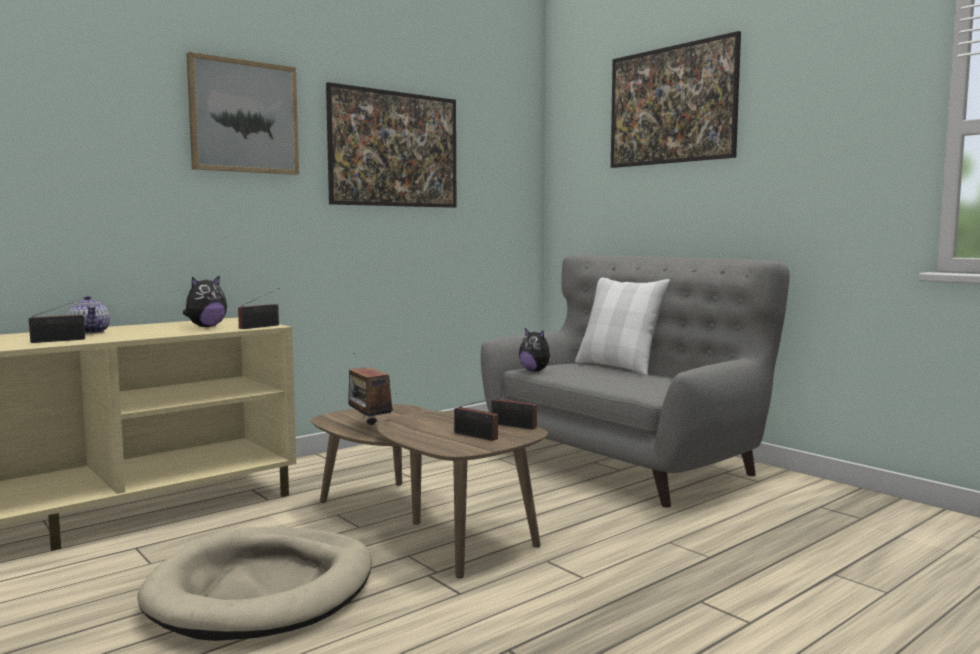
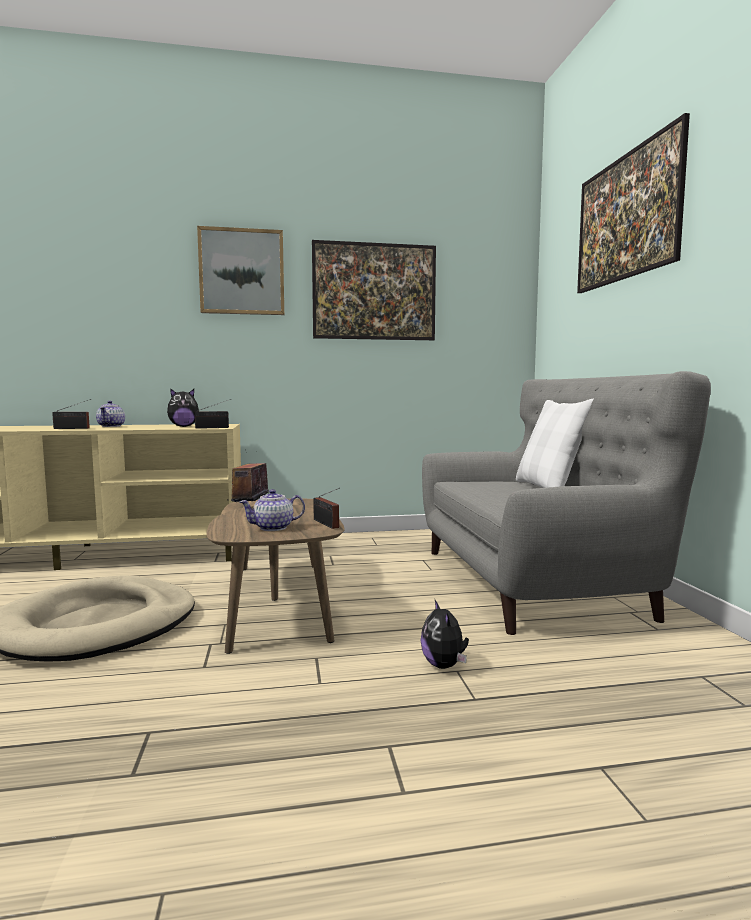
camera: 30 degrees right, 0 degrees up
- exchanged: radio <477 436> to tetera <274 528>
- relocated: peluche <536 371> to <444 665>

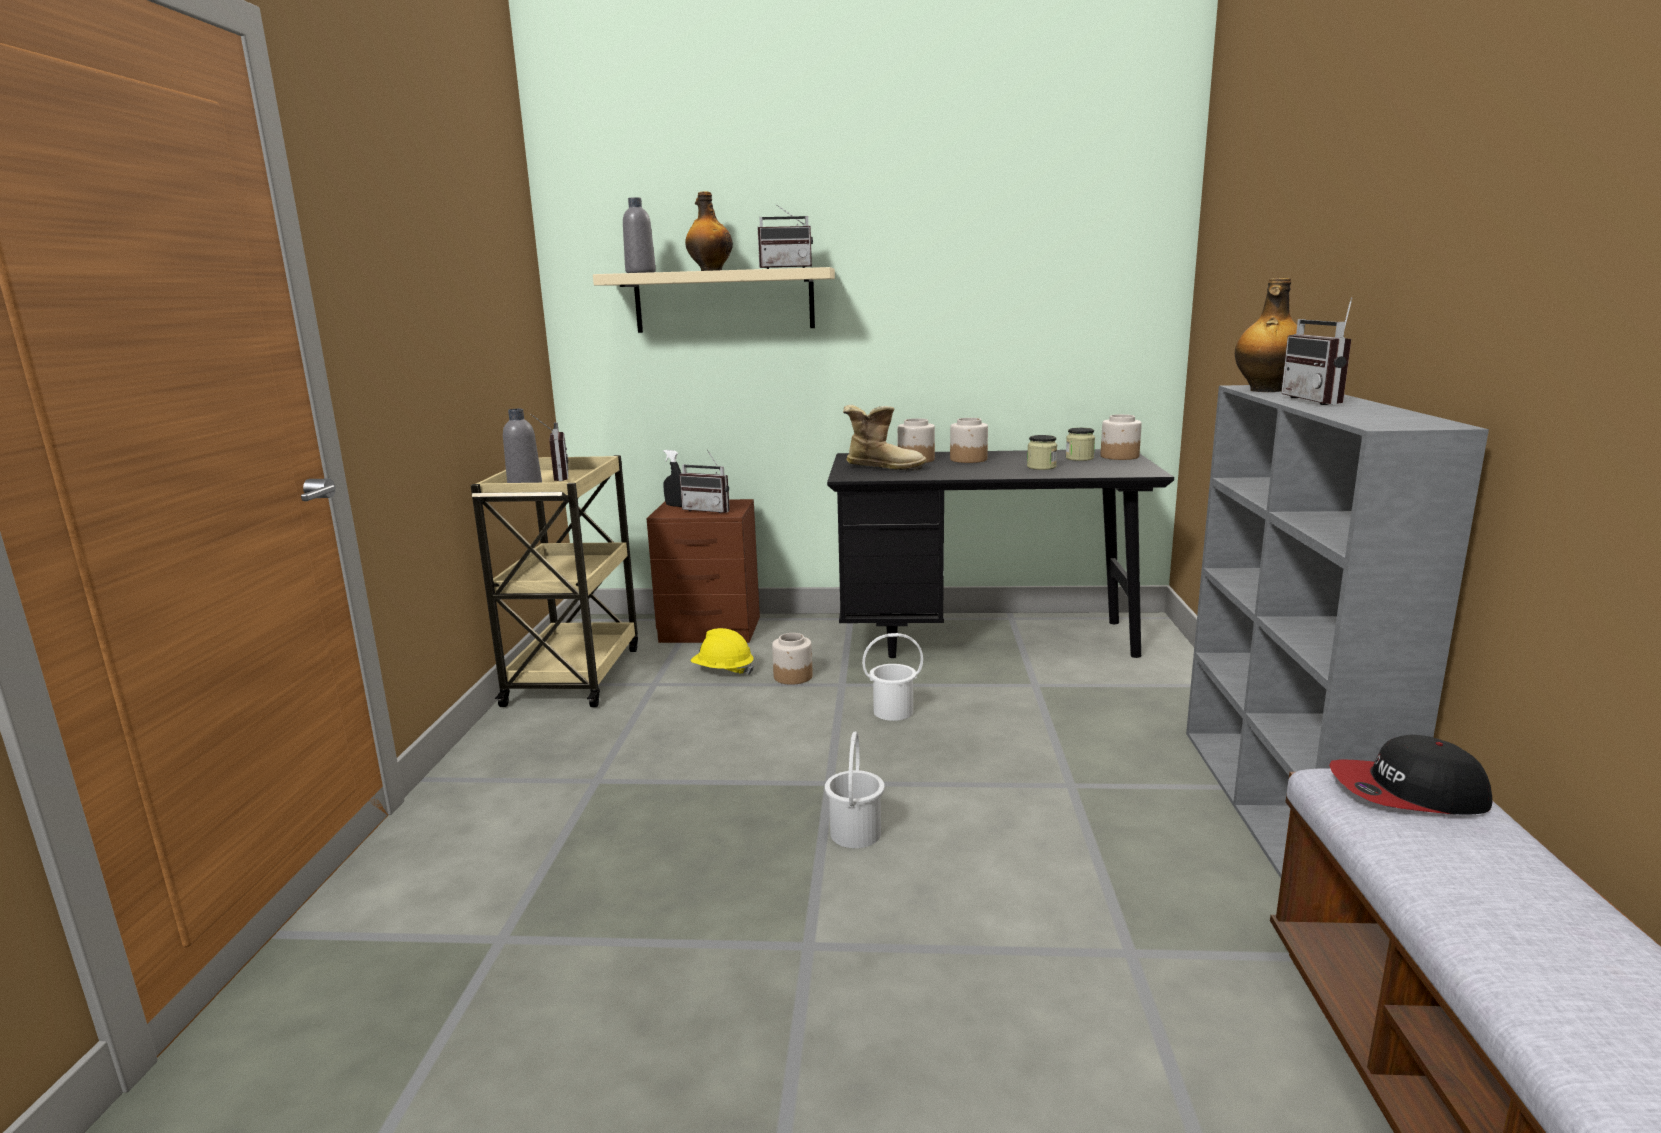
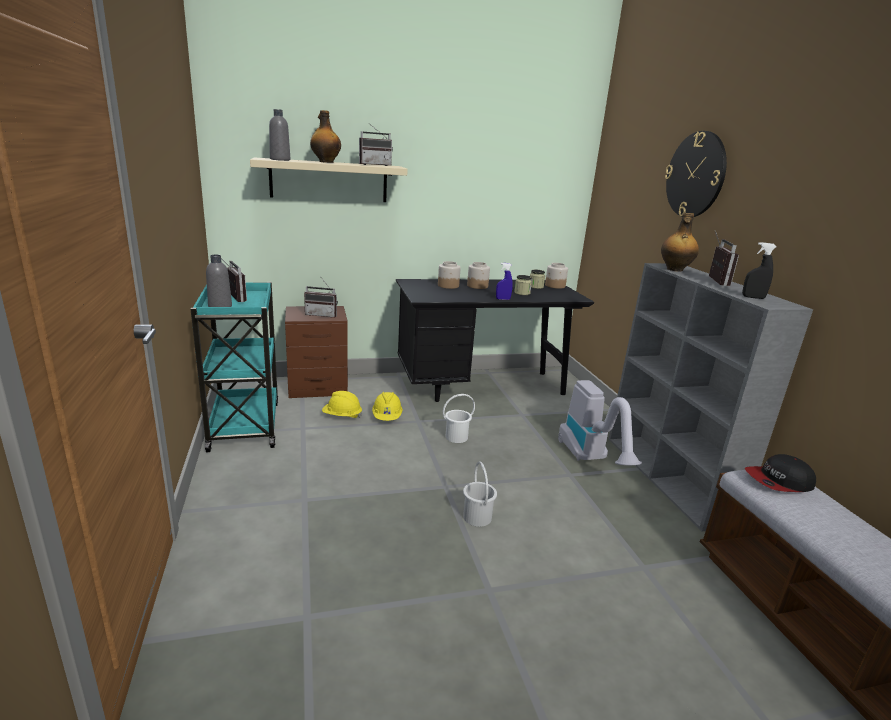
camera: 20 degrees left, 5 degrees up
- colour: carrito [beis] <574 674> to carrito [turquesa] <245 424>
- exchanged: tarro <793 676> to casco [amarillo] <387 417>
- appeared: pulverizador [azul] <503 299>
- appeared: aspiradora <591 460>
- appeared: reloj de pared <695 175>
- spun: radio <1321 401> = <713 281> 150 degrees counterclockwise
- relocated: pulverizador [negro] <675 506> to <753 297>
- missing: bota <883 467>

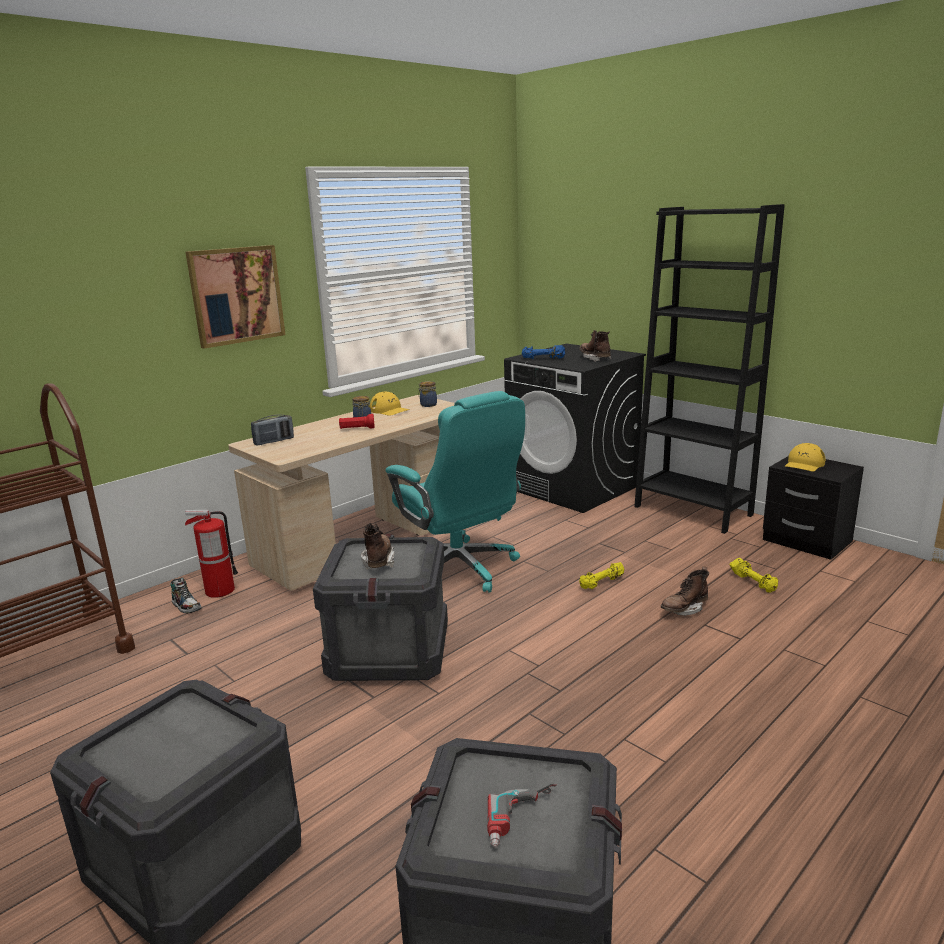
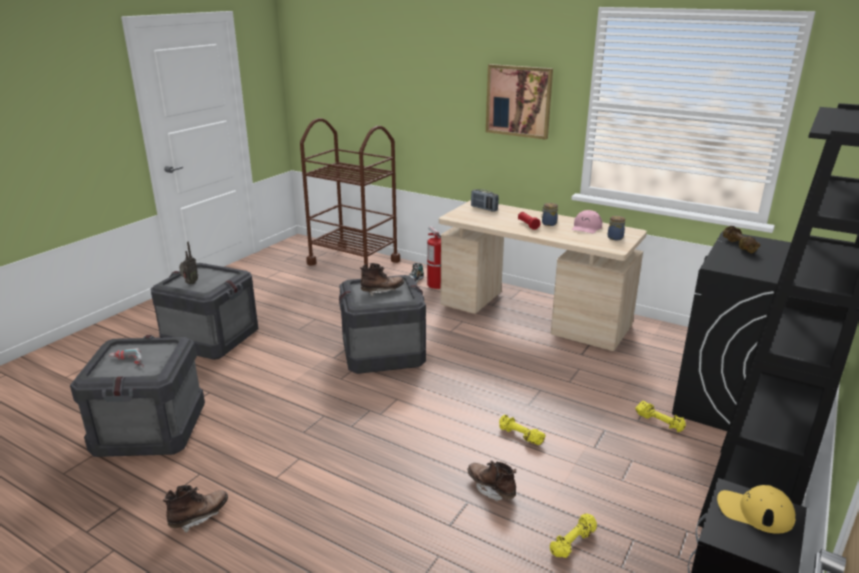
camera: 75 degrees right, 5 degrees up
- relocated: bota [marrón] <594 358> to <199 517>
- appeared: radio <190 283>
- colour: gorra [amarillo] <389 410> to gorra [rosa] <586 227>
- appeared: mancuerna [amarillo] <659 422>
- colour: mancuerna [azul] <543 359> to mancuerna [marrón] <738 246>
- missing: silla de oficina [turquesa] <460 568>

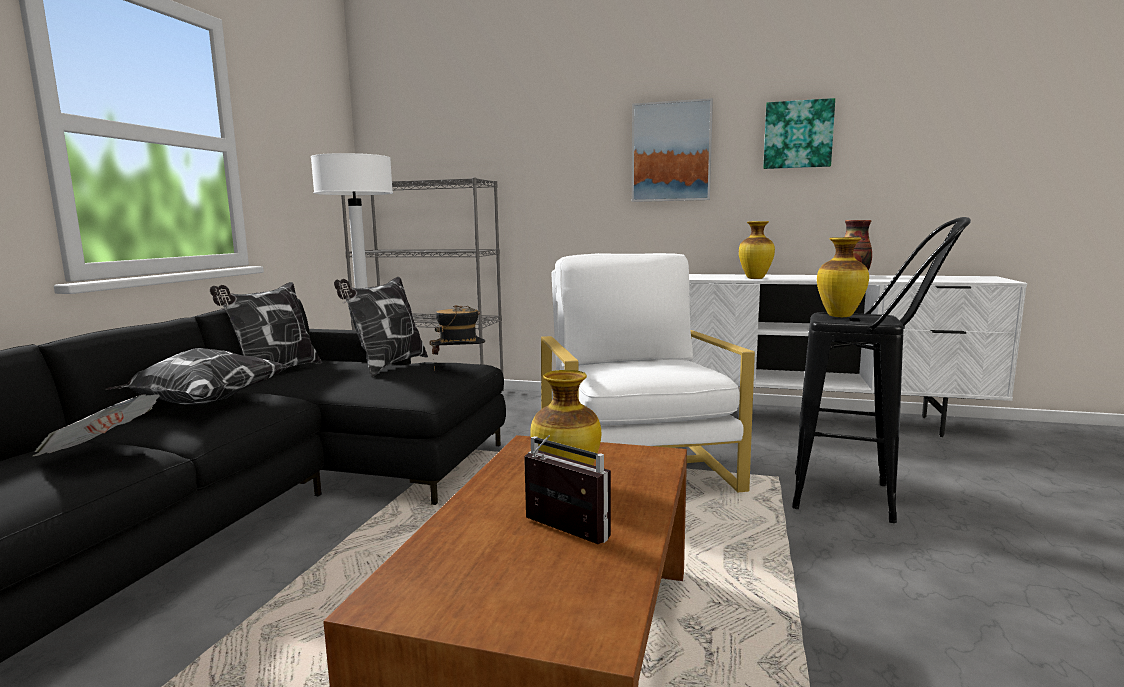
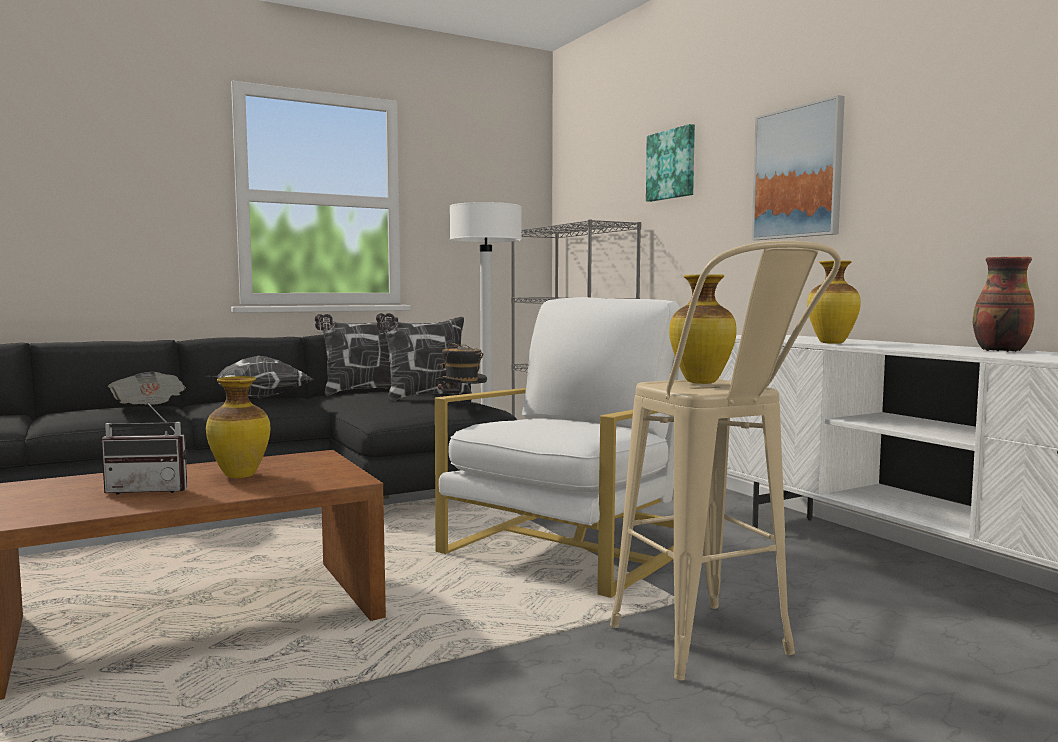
camera: 45 degrees right, 5 degrees down
- spun: radio <558 533> = <151 490> 90 degrees clockwise
- colour: taburete [negro] <862 499> to taburete [beis] <715 652>
- relocated: cuadro <798 135> to <672 164>

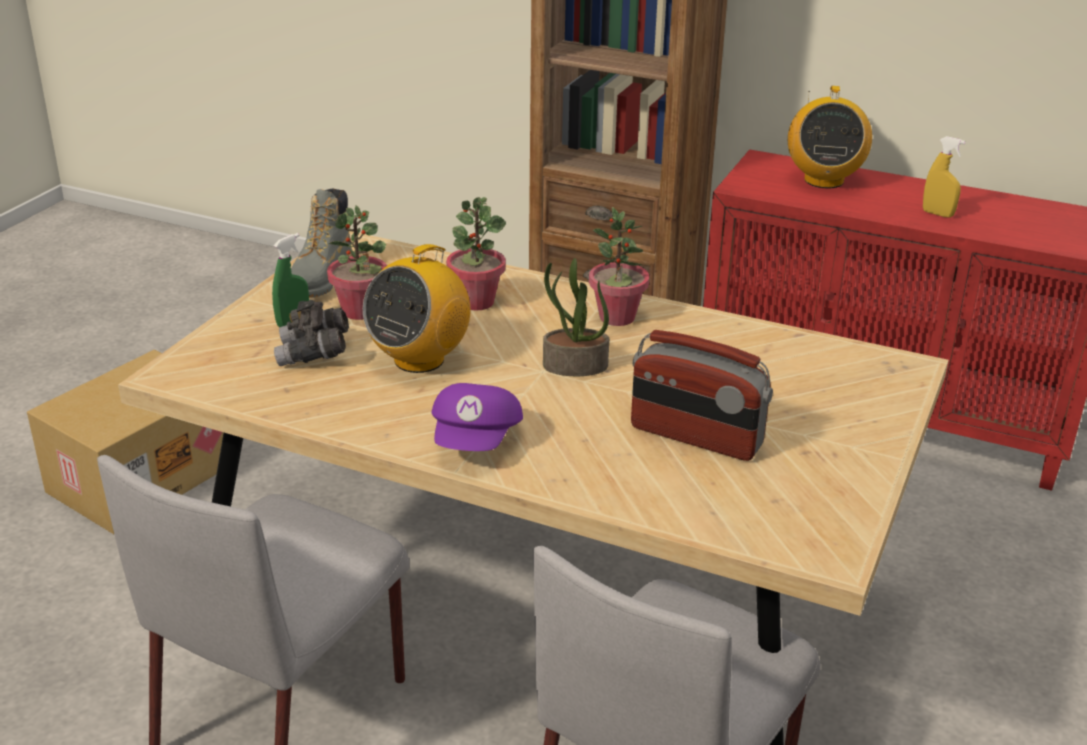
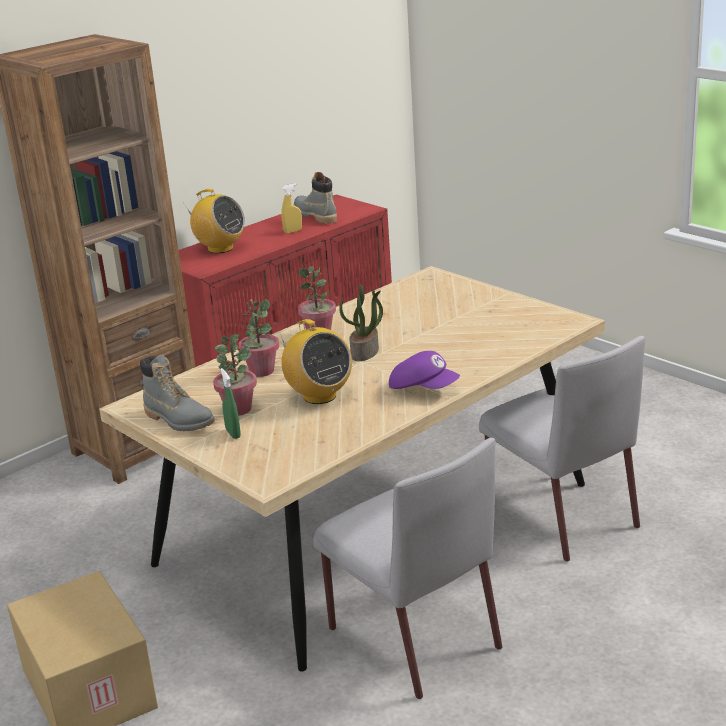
camera: 65 degrees left, 5 degrees down
- appeared: bota [gris] <315 216>
- missing: prismáticos [gris] <314 354>
- missing: radio <695 437>

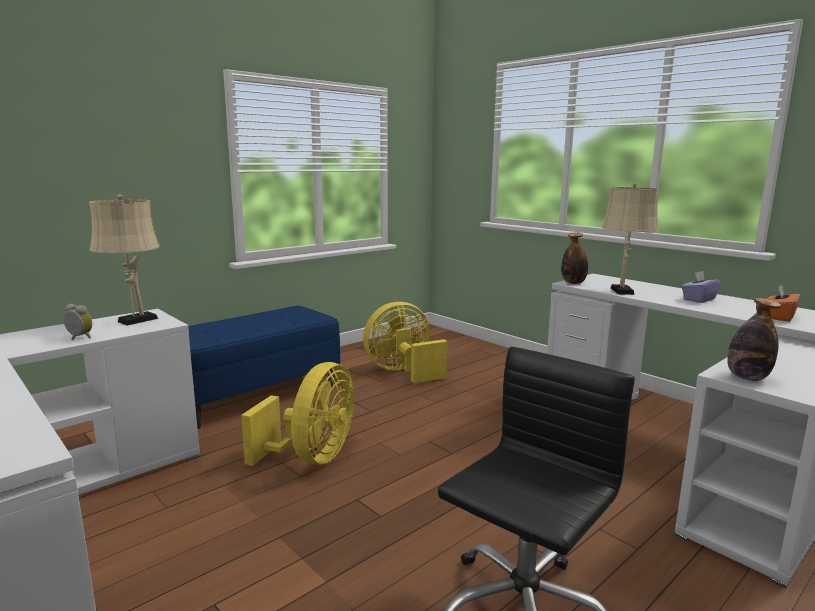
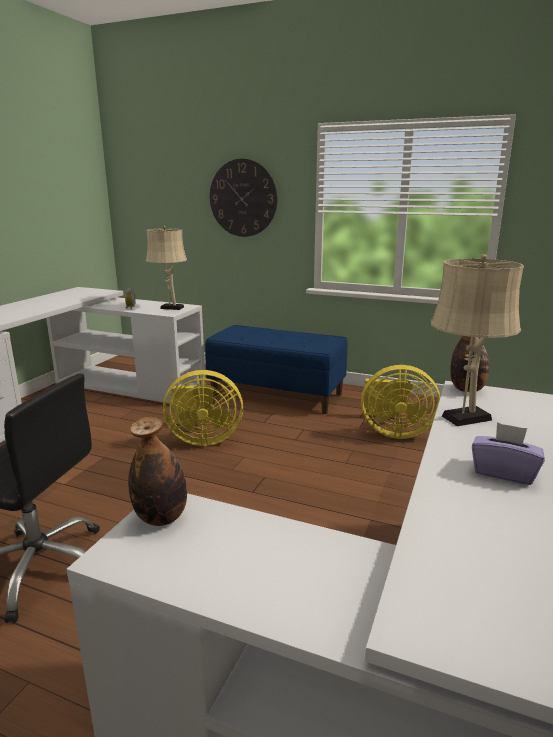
camera: 65 degrees right, 5 degrees up
- appeared: reloj de pared <243 198>
- spun: ventilador [amarillo] <403 372> = <393 432> 150 degrees clockwise
- missing: caja de pañuelos [naranja] <779 317>

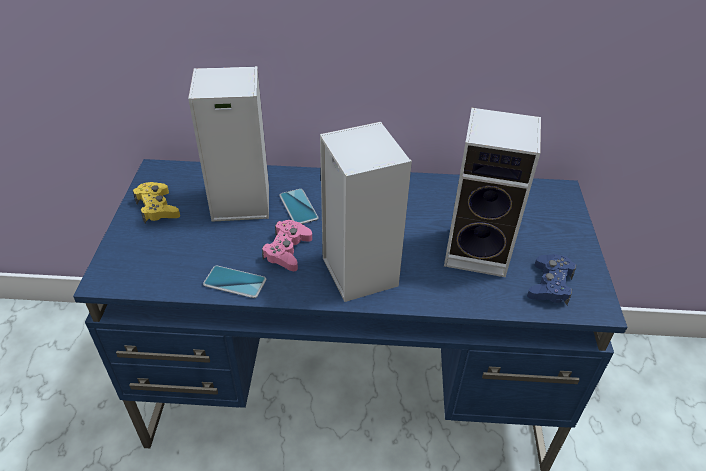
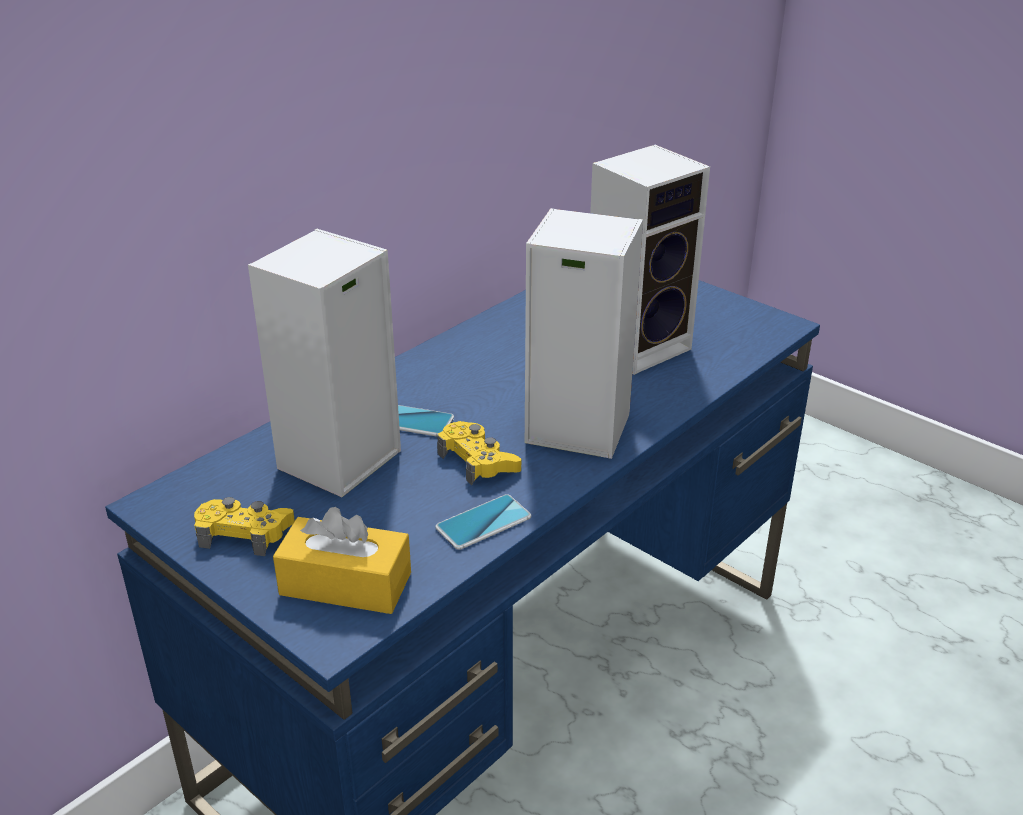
camera: 50 degrees left, 10 degrees down
- appeared: caja de pañuelos [amarillo] <345 584>
- colour: mando de consola [rosa] <287 250> to mando de consola [amarillo] <478 461>
- missing: mando de consola [azul] <550 285>

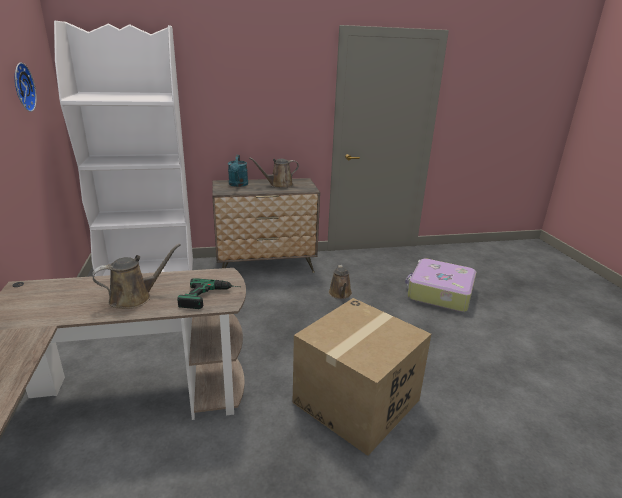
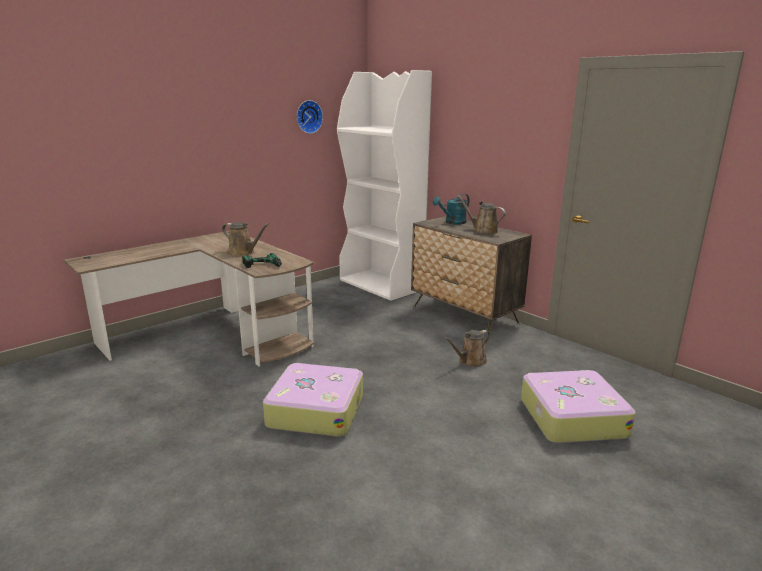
camera: 60 degrees right, 5 degrees down
- exchanged: caja de cartón <356 401> to maleta <316 410>

